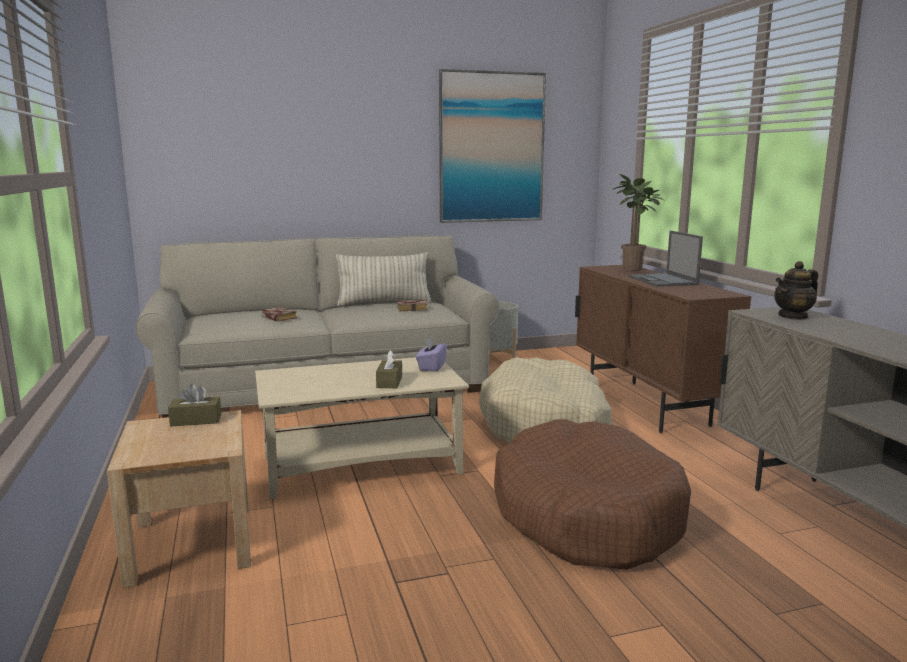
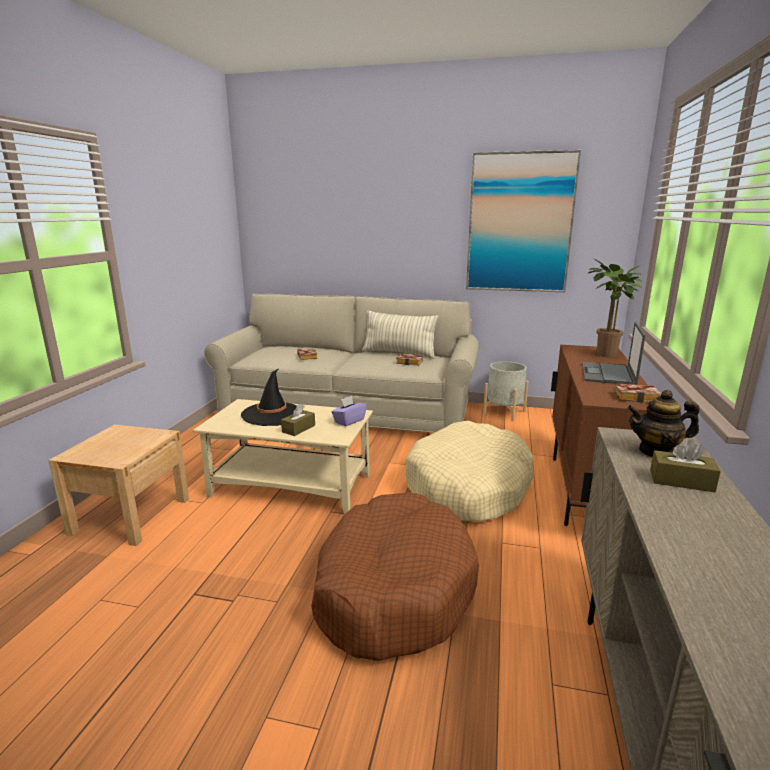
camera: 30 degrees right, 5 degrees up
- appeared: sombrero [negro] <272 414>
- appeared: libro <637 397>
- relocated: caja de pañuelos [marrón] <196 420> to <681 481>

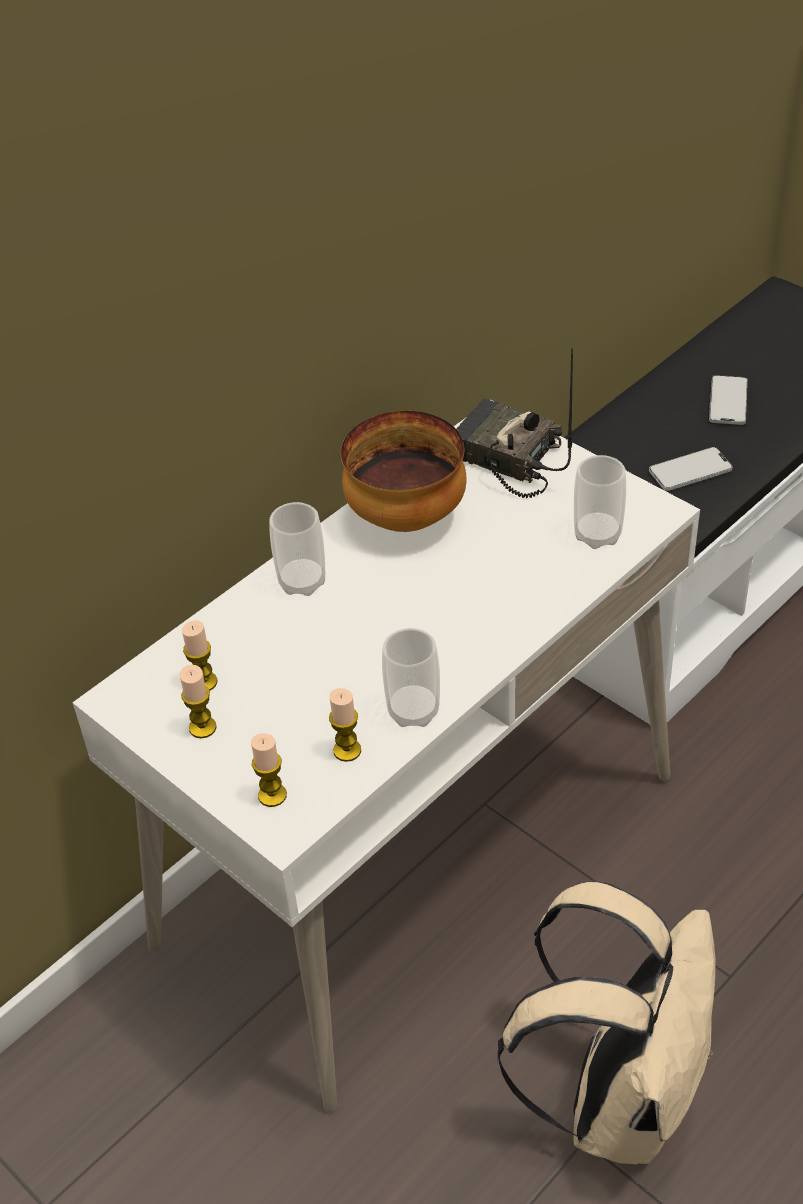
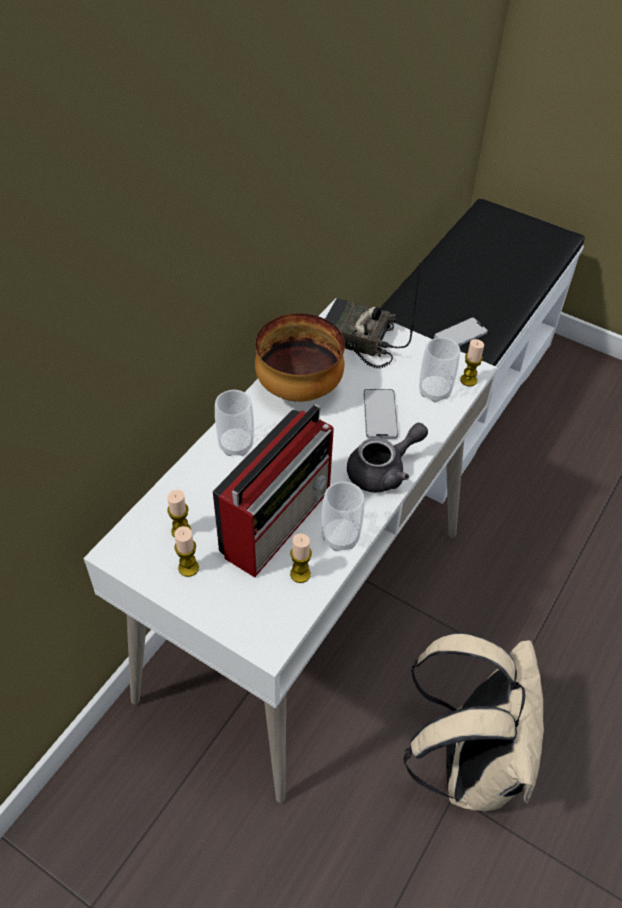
camera: 15 degrees left, 5 degrees up
- appeared: radio <278 520>
- appeared: tetera [gris] <383 471>
- relocated: móvil <728 401> to <380 414>
- relocated: vela <272 795> to <468 380>

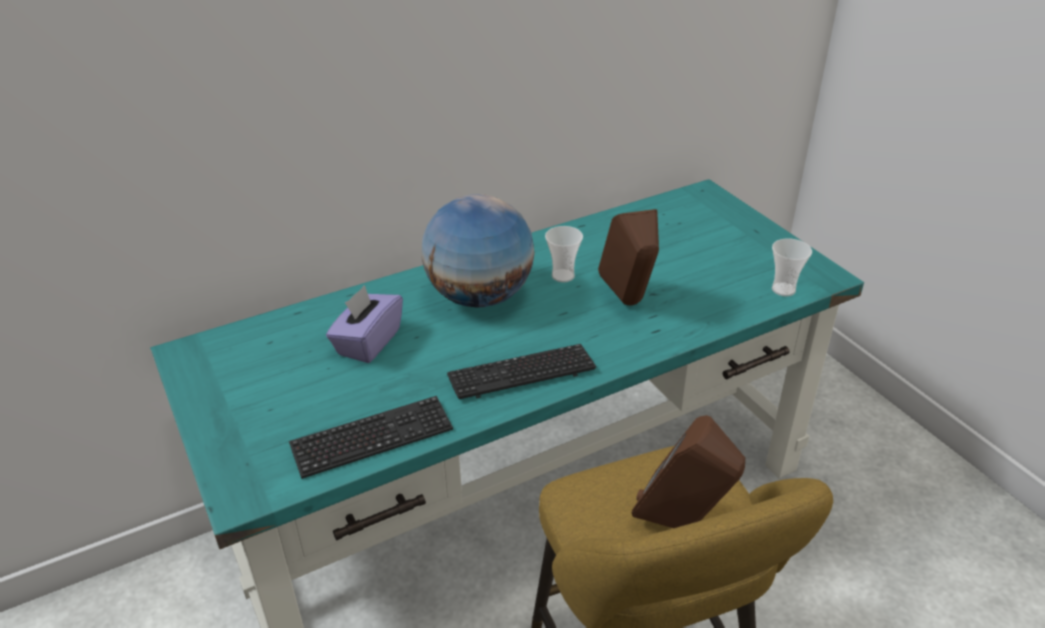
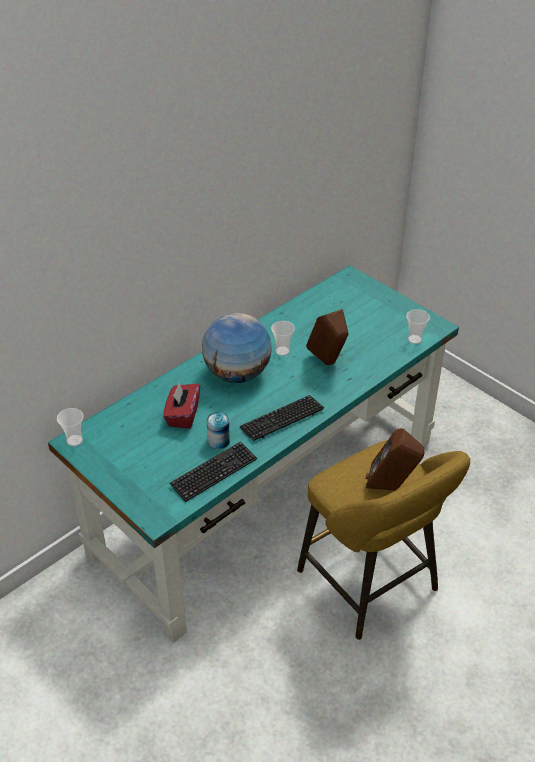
camera: 15 degrees left, 5 degrees up
- appeared: taza <74 440>
- colour: caja de pañuelos [morado] <368 342> to caja de pañuelos [rojo] <182 415>
- appeared: lata <219 440>

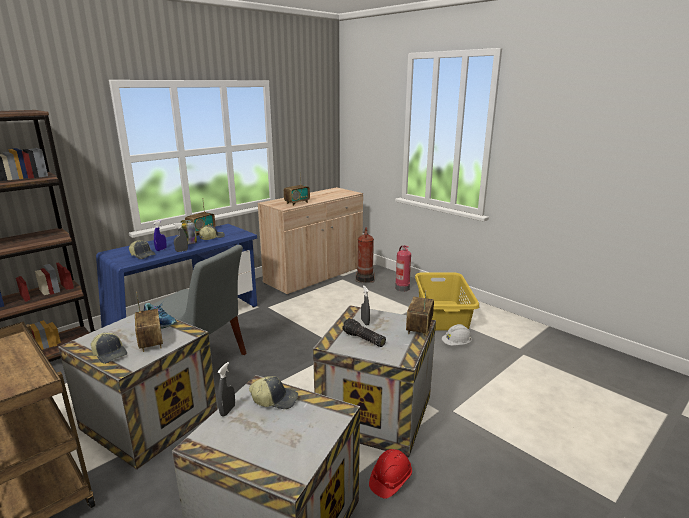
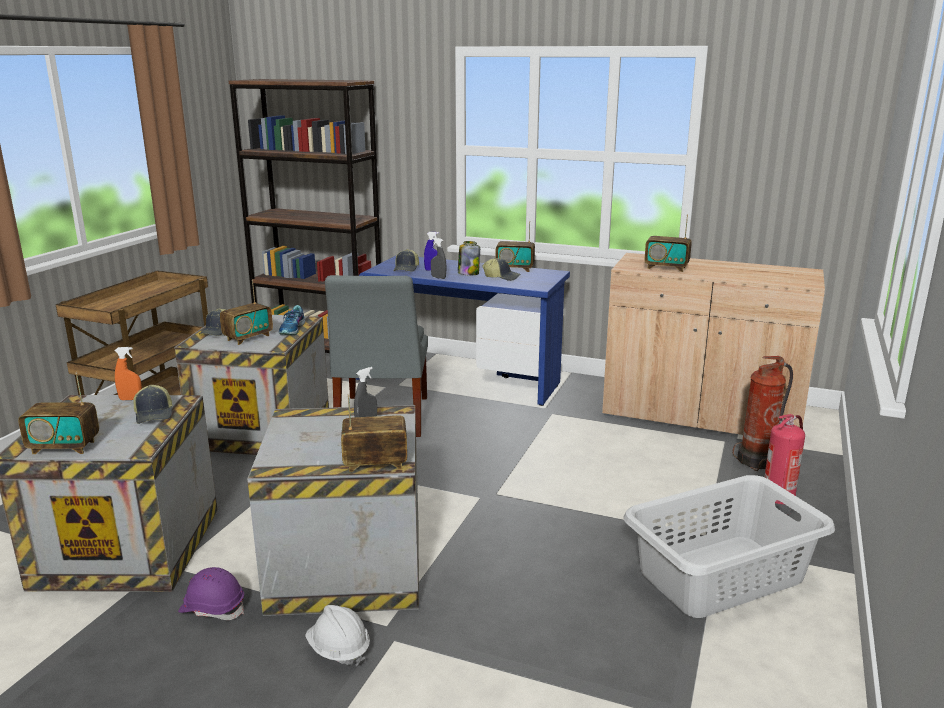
camera: 65 degrees right, 0 degrees up
- appeared: radio <64 447>
- colour: pulverizador [gris] <227 410> to pulverizador [naranja] <131 399>
- colour: casco [rojo] <390 480> to casco [morado] <213 608>
- relocated: casco [blanco] <456 344> to <338 650>
- colour: cesto de la ropa [amarillo] <443 315> to cesto de la ropa [gris] <722 576>
- missing: linterna <363 339>

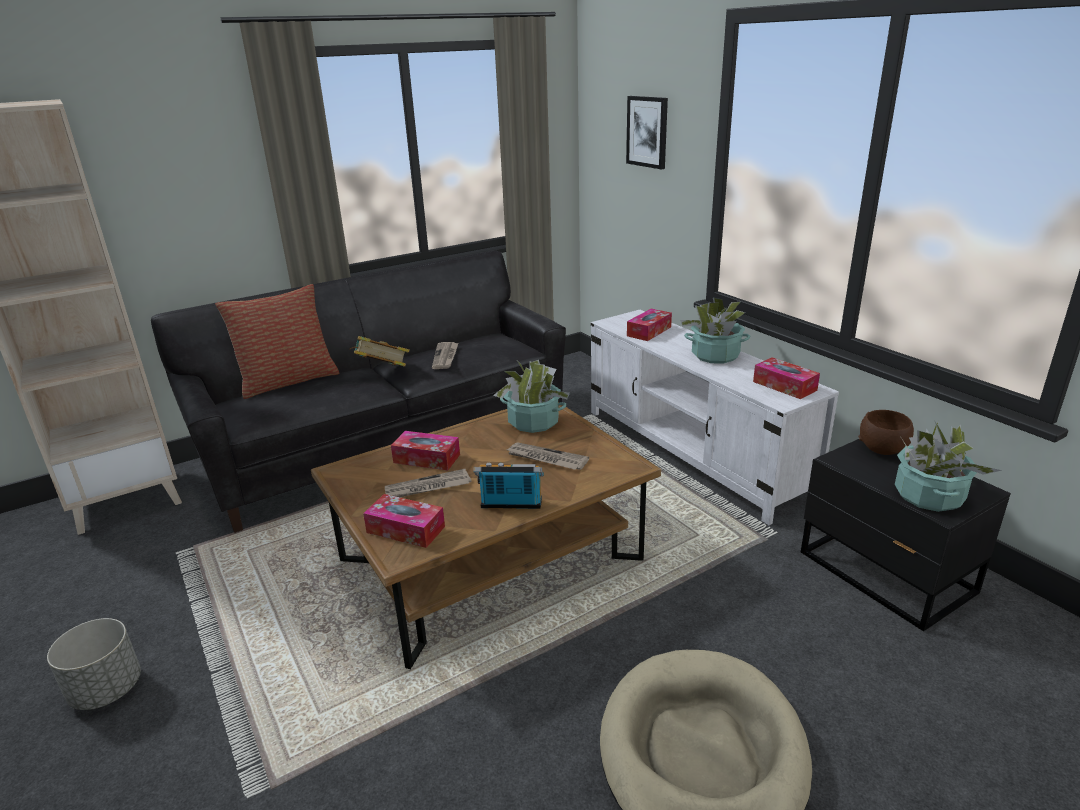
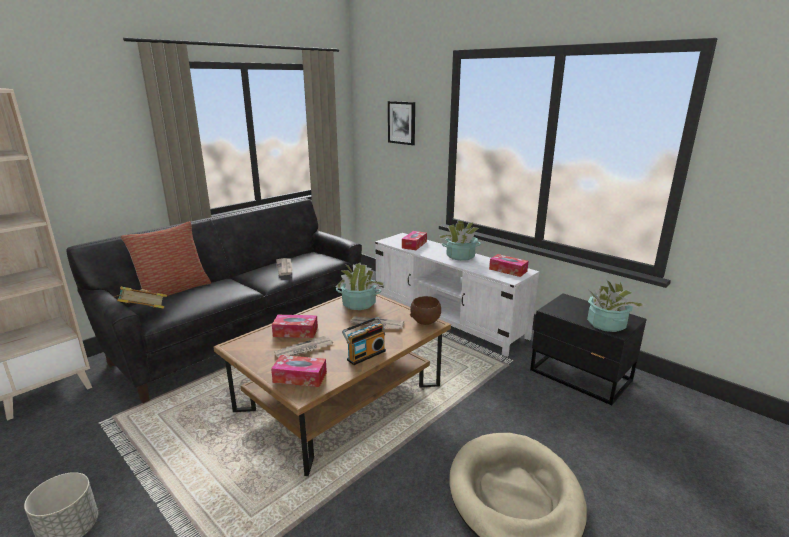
camera: 15 degrees left, 5 degrees down
- relocated: libro <382 372> to <144 314>
- spun: radio <511 505> = <365 355> 150 degrees clockwise
- relocated: cuenco [marrón] <883 449> to <425 321>

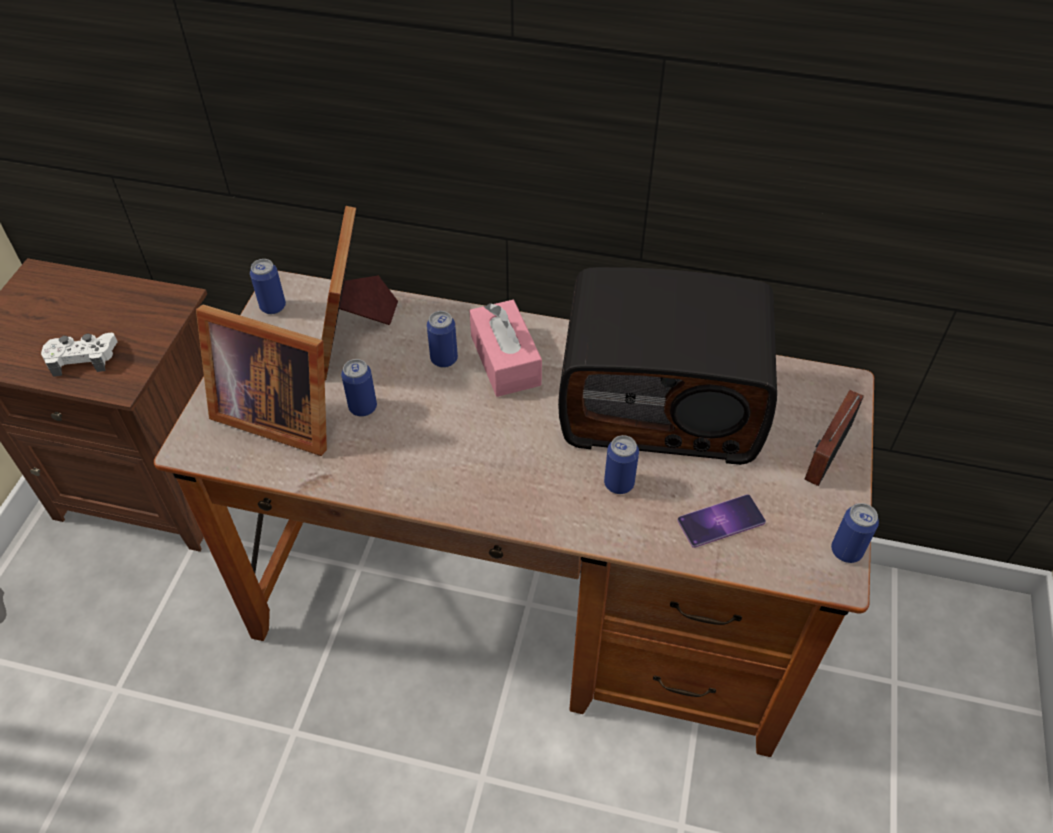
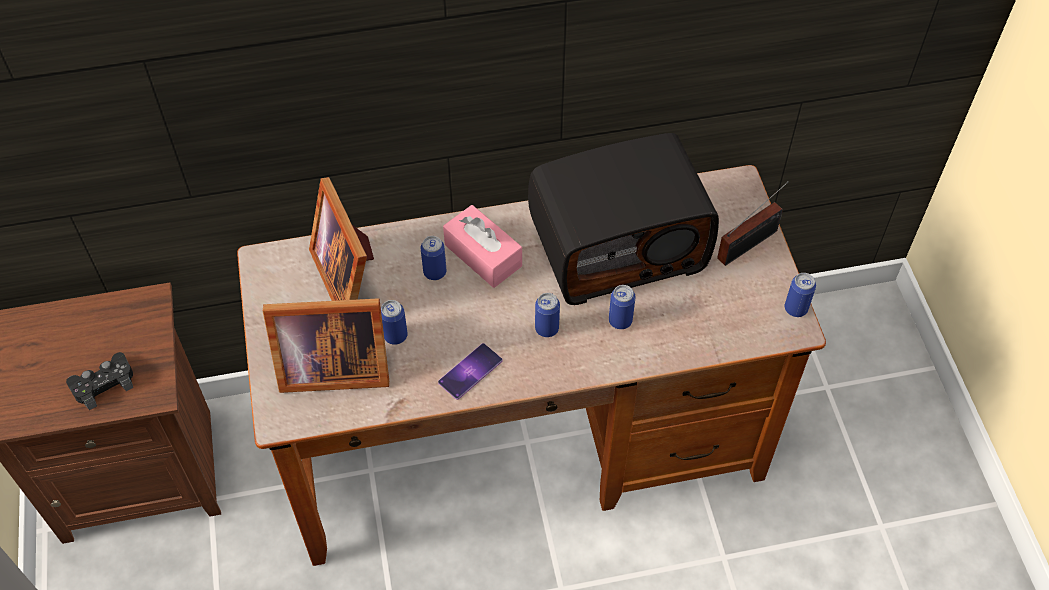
camera: 25 degrees left, 5 degrees up
- colour: mando de consola [blanco] <83 358> to mando de consola [negro] <104 384>
- relocated: móvil <721 521> to <470 371>
- relocated: lata <273 307> to <546 328>
- spun: radio <825 455> = <751 243> 135 degrees counterclockwise

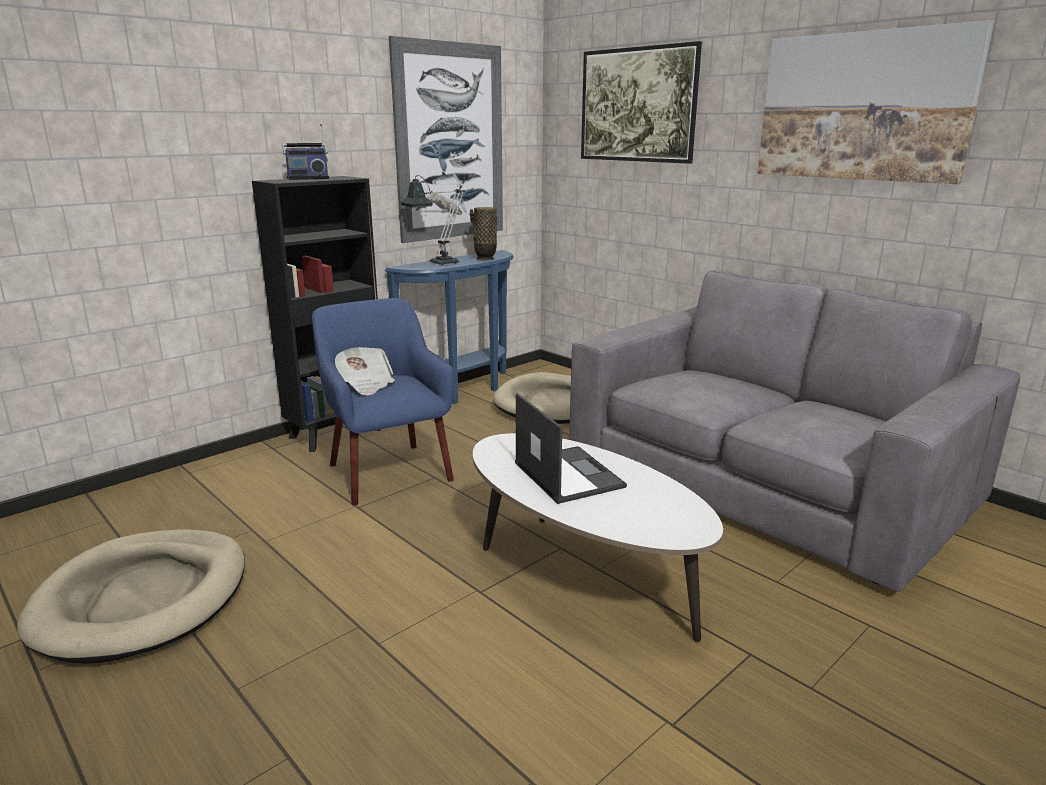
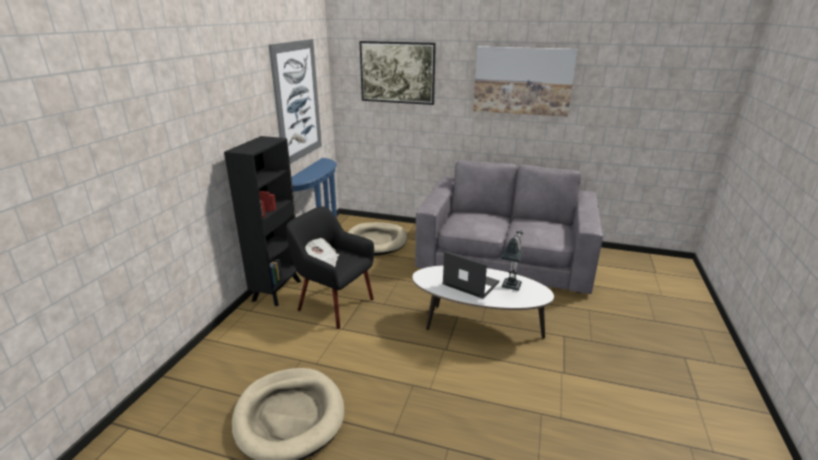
camera: 30 degrees left, 5 degrees up
- colour: sillón [azul] <388 472> to sillón [negro] <334 304>
- relocated: lámpara de mesa <438 264> to <510 288>
- missing: radio <308 178>
- missing: florero <485 259>

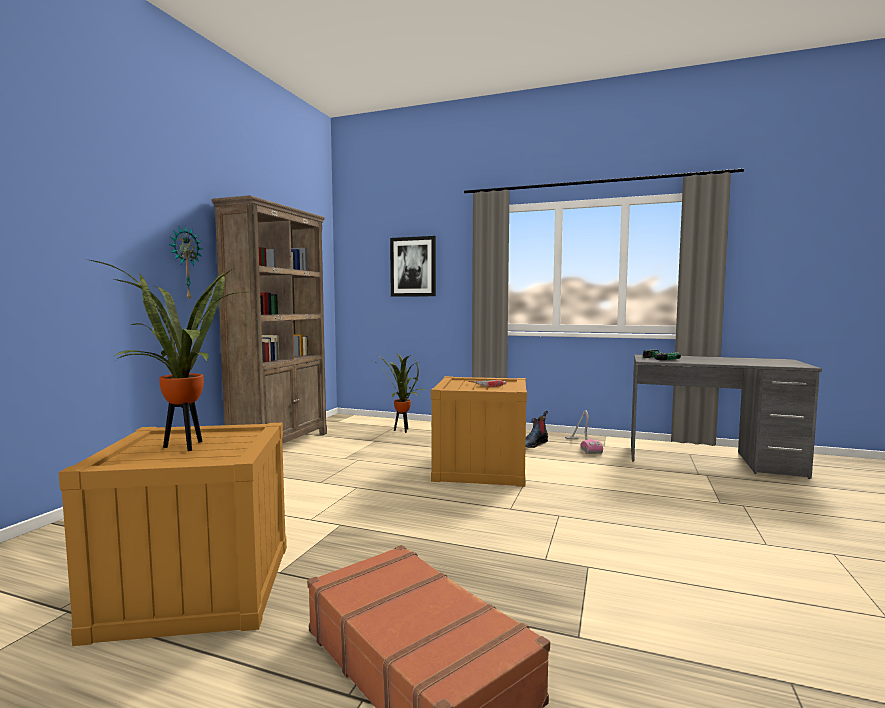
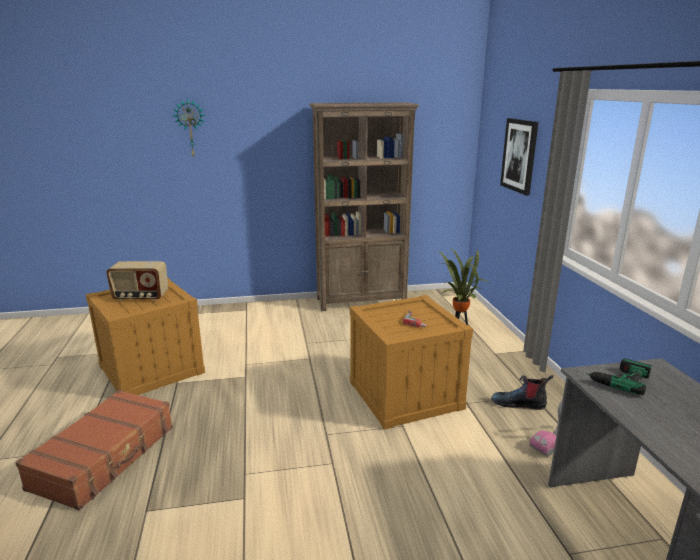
camera: 60 degrees right, 15 degrees up
- exchanged: planta en maceta <183 446> to radio <140 297>
- relocated: reloj de pared <184 263> to <190 128>

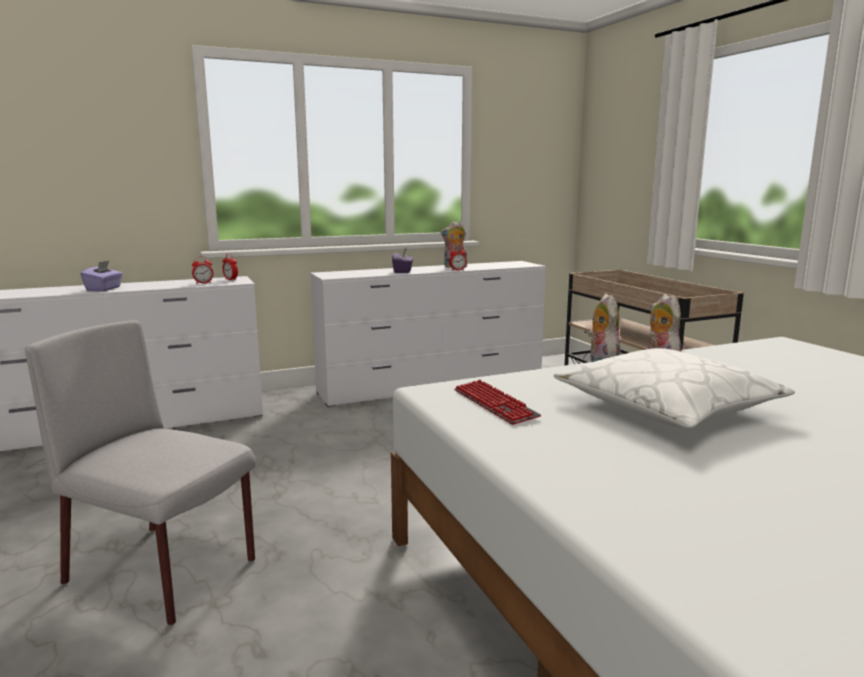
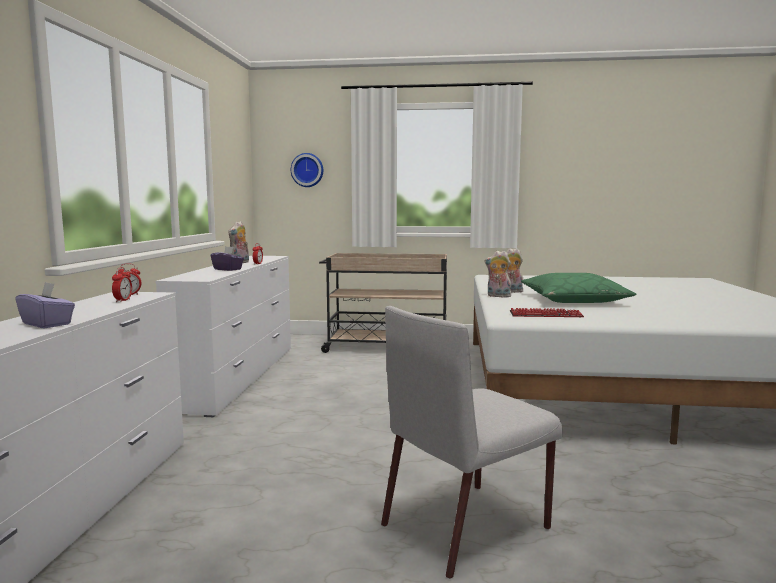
camera: 60 degrees left, 5 degrees down
- appeared: reloj de pared <307 170>
- colour: cojín [blanco] <666 407> to cojín [verde] <574 300>

